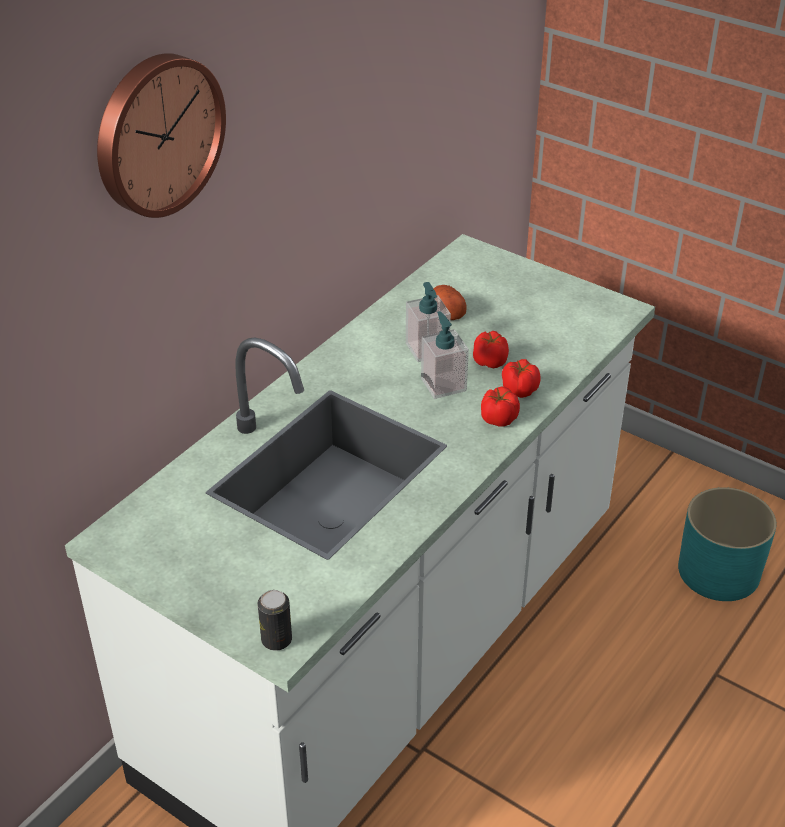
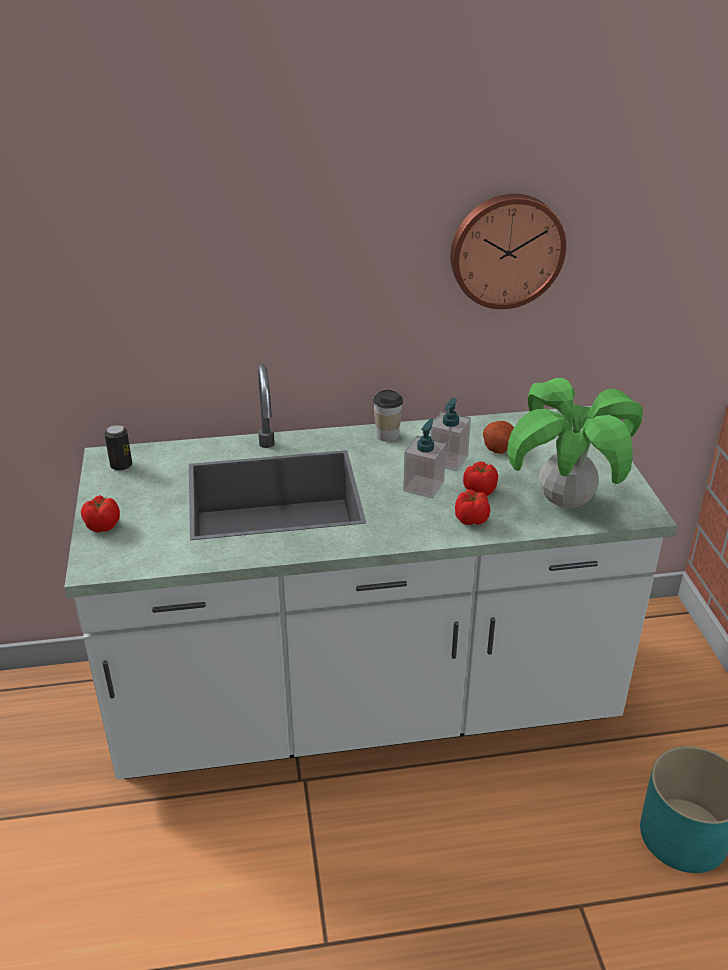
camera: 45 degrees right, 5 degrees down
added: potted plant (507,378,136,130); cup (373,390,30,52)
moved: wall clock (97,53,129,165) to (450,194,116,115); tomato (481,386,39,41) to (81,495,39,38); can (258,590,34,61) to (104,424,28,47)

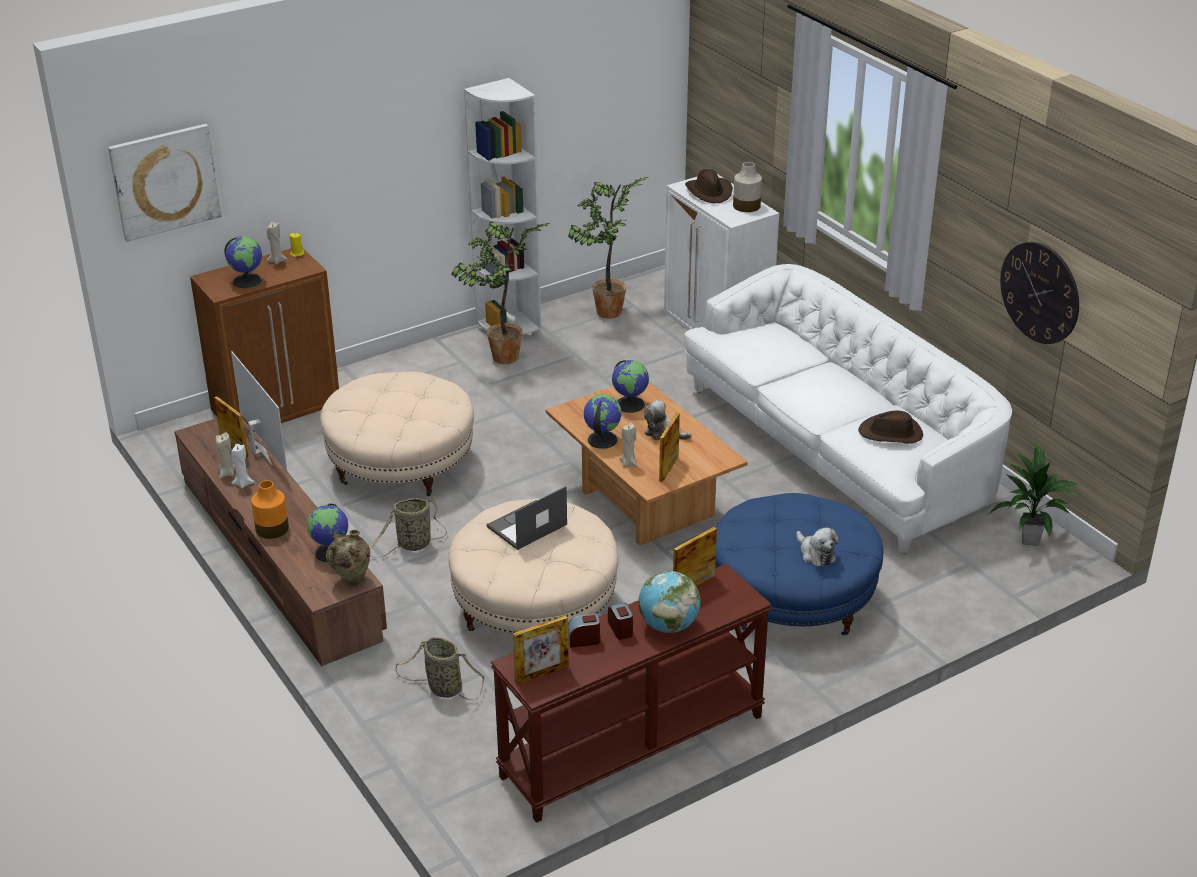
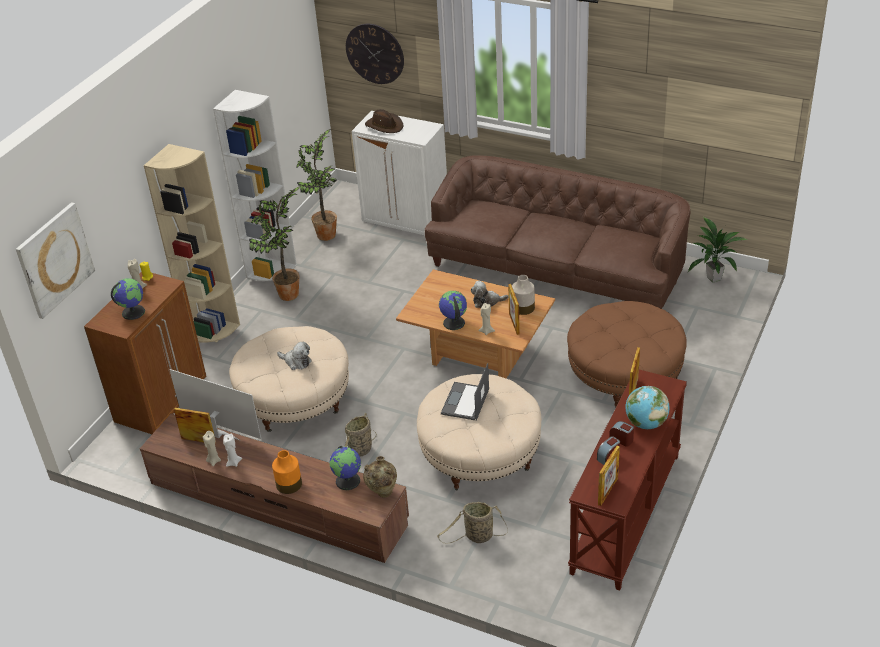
camera: 30 degrees left, 5 degrees up
removed: globe (612,360,37,53); brown hat (858,411,65,33)
added: beige bookcase (144,144,96,199)
moved: beige vase (733,162,29,50) to (512,275,23,40); wall clock (1000,242,79,102) to (346,24,58,60); plush toy (796,528,43,39) to (277,342,35,28)
recoloured: white sofa (685,264,327,290) to brown sofa (425,155,266,154); blue ottoman (715,493,168,142) to brown ottoman (567,301,120,107)

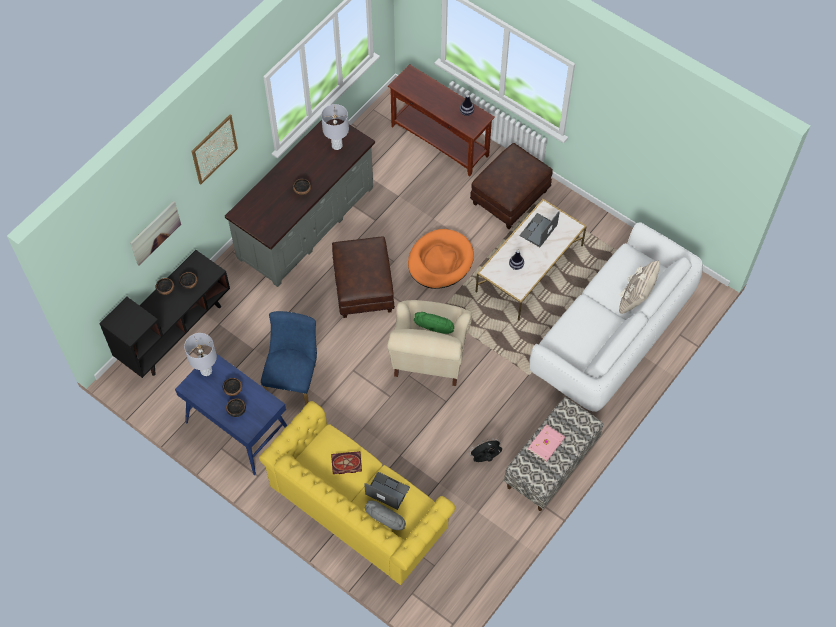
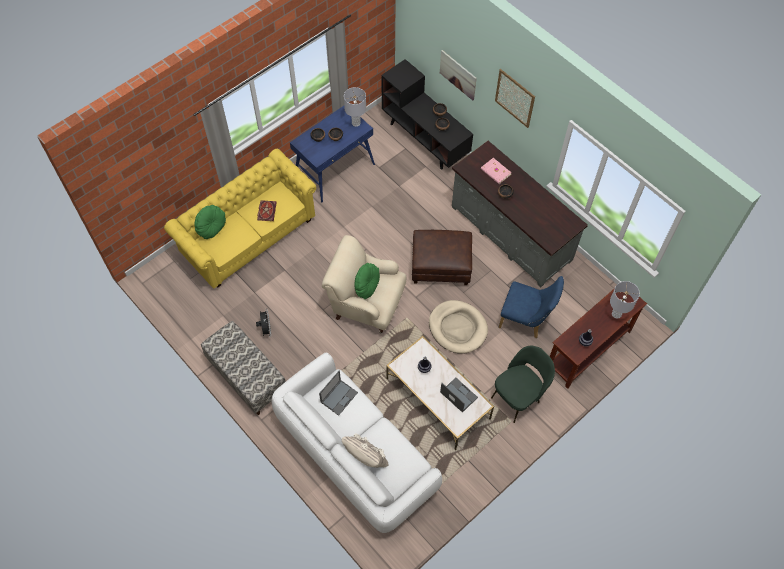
camera: 100 degrees right, 0 degrees up
moved: grey table lamp (321,104,28,46) to (610,281,30,38); blue chair (261,311,56,94) to (498,276,66,62); pink book (528,424,37,38) to (481,158,30,26); laptop (364,472,46,38) to (319,371,39,45)
replaced: brown ottoman (470,143,83,86) to green chair (491,346,64,77)
recoloured: orange dog bed (408,229,66,60) to beige dog bed (429,300,59,54); grey pillow (365,500,41,30) to green pillow (194,205,32,34)

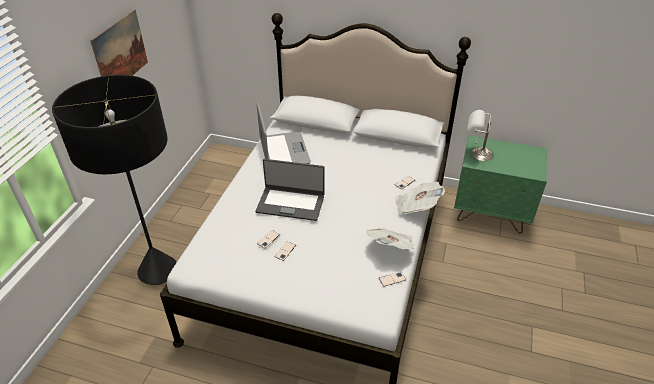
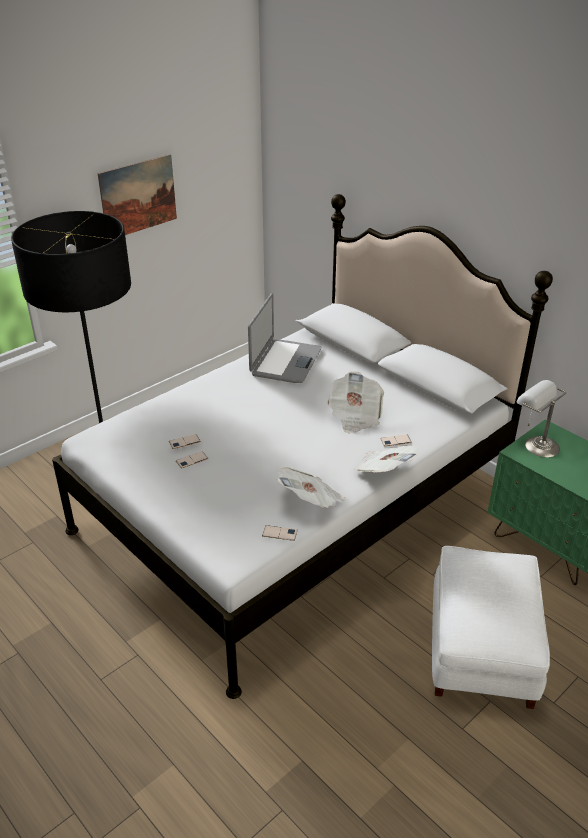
camera: 30 degrees right, 5 degrees down
removed: laptop (256,159,69,62)
added: newspaper (327,372,57,62); white ottoman (432,546,118,163)

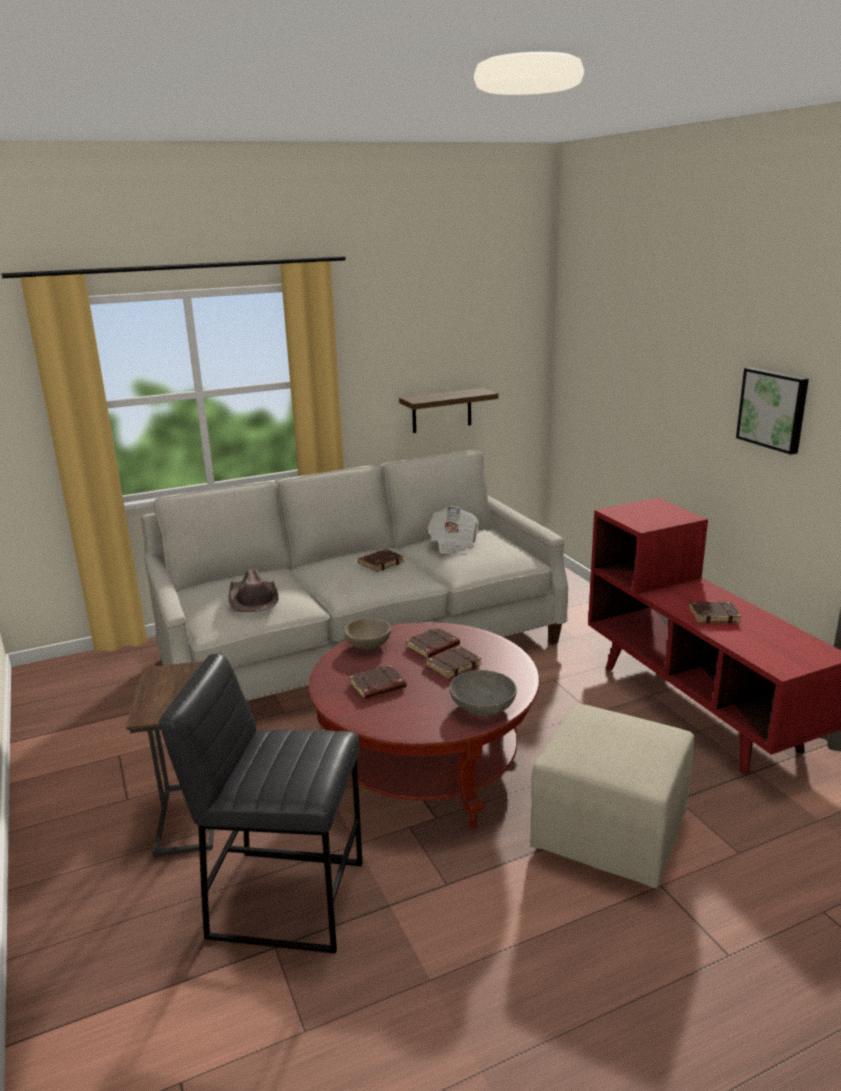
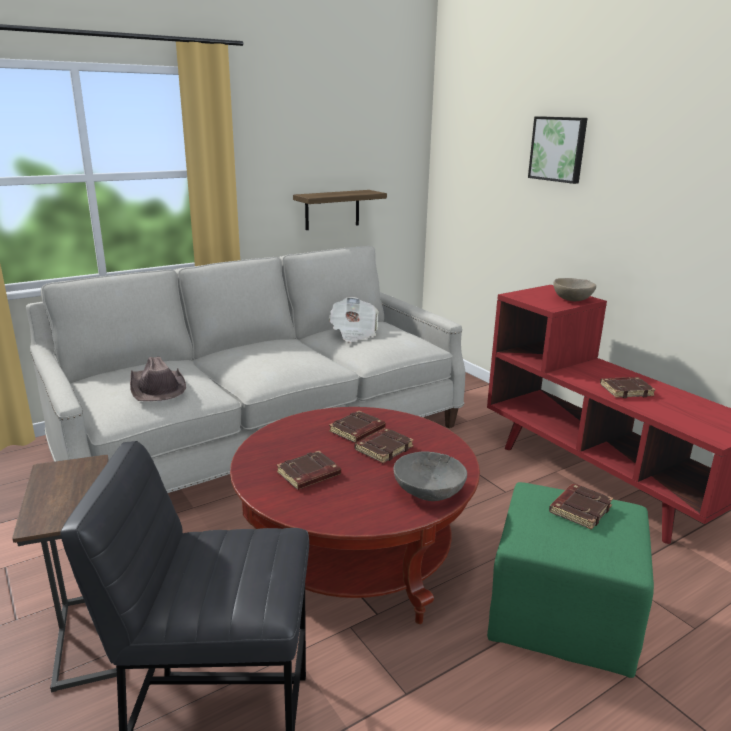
camera: 10 degrees left, 0 degrees up
moved: picture (736,367,73,88) to (528,116,59,68); brown book (358,549,46,23) to (549,484,64,46); beige bowl (344,618,47,32) to (553,278,43,23)
recoloured: beige ottoman (530,703,164,185) to green ottoman (487,482,167,196)

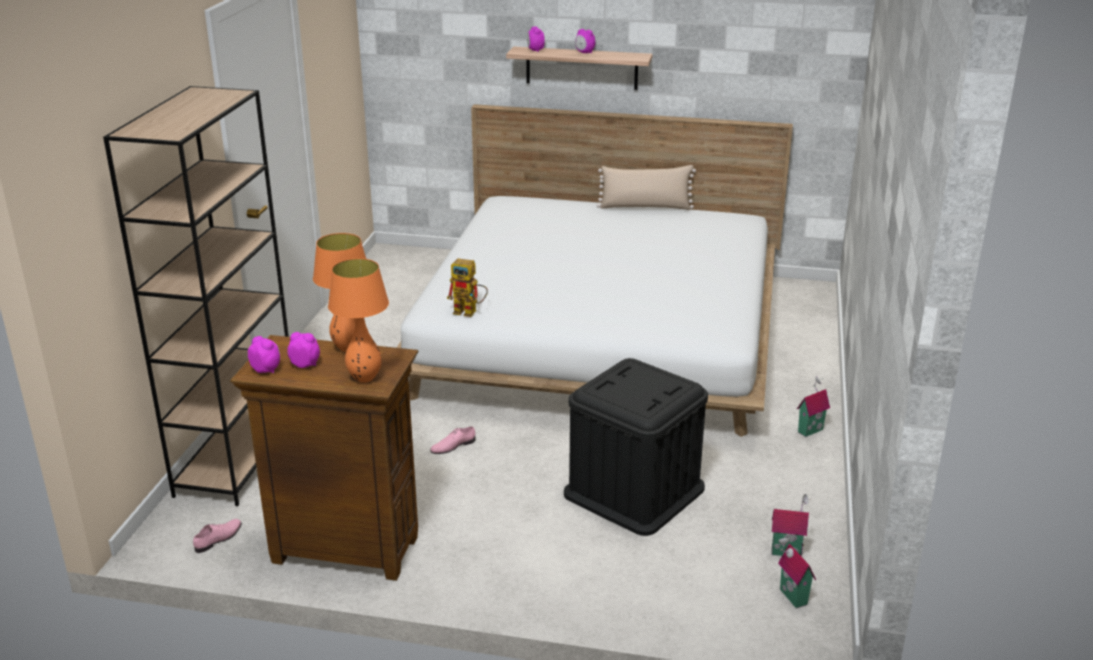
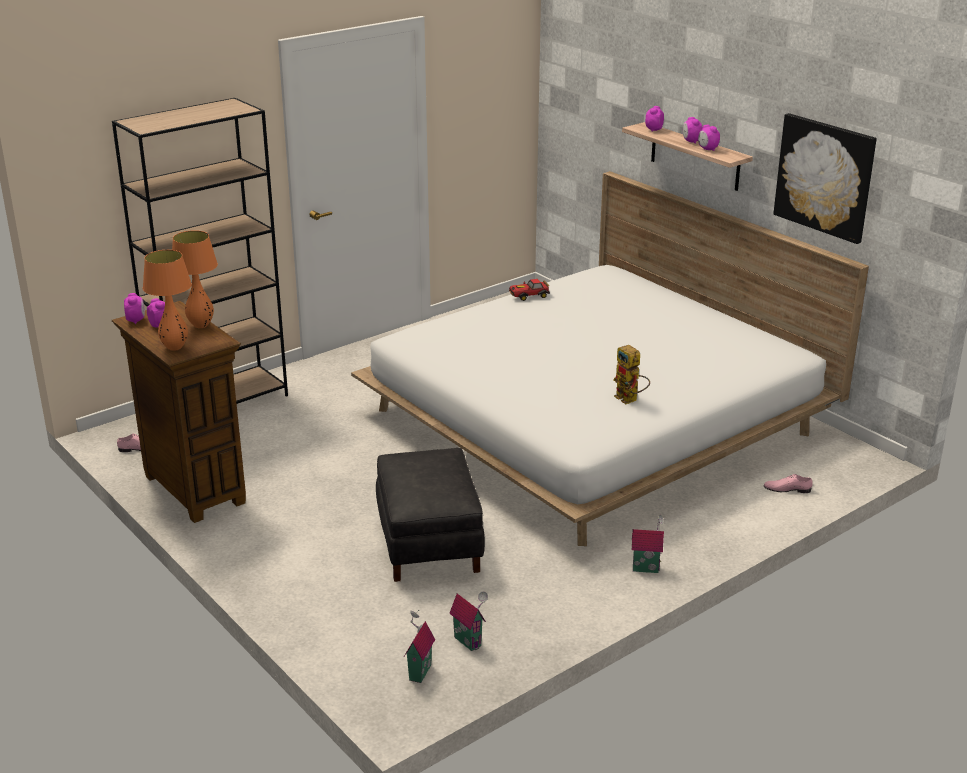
camera: 40 degrees right, 0 degrees up
removed: beige pillow (597,165,99,45)
added: picture (774,113,103,131); alarm clock (698,124,22,27); toy car (509,279,41,22)
moved: toy robot (447,258,41,59) to (613,345,37,59); pink shoe (430,426,45,28) to (764,474,49,19)
replaced: black storage box (564,358,144,178) to black ottoman (376,448,109,134)

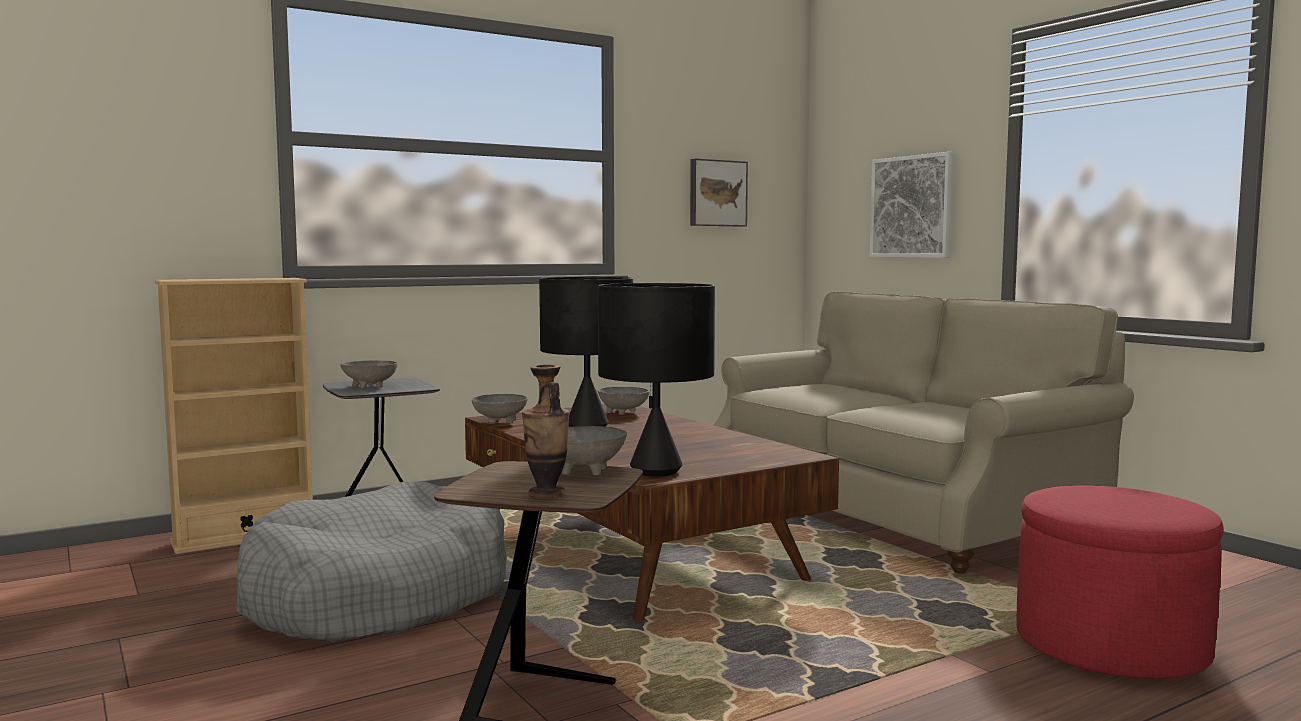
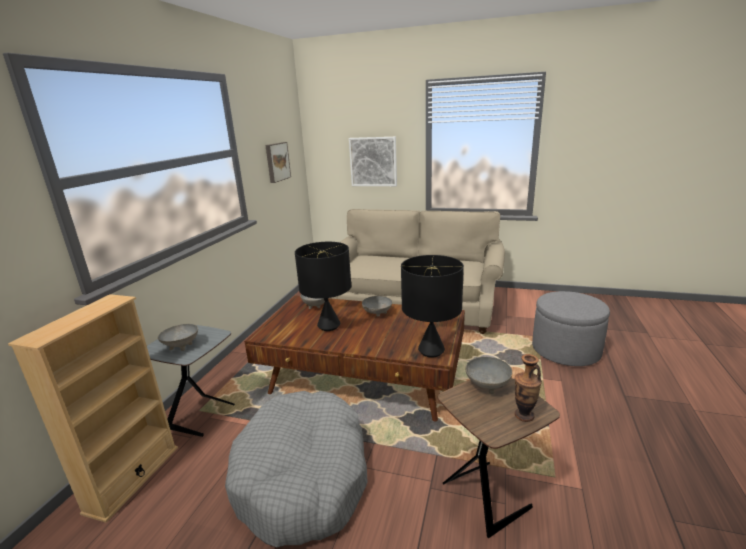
camera: 40 degrees left, 15 degrees up
moved: grey bowl (472,394,56,29) to (362,296,30,21)
recoloured: red ottoman (1016,486,208,193) to grey ottoman (532,291,78,75)

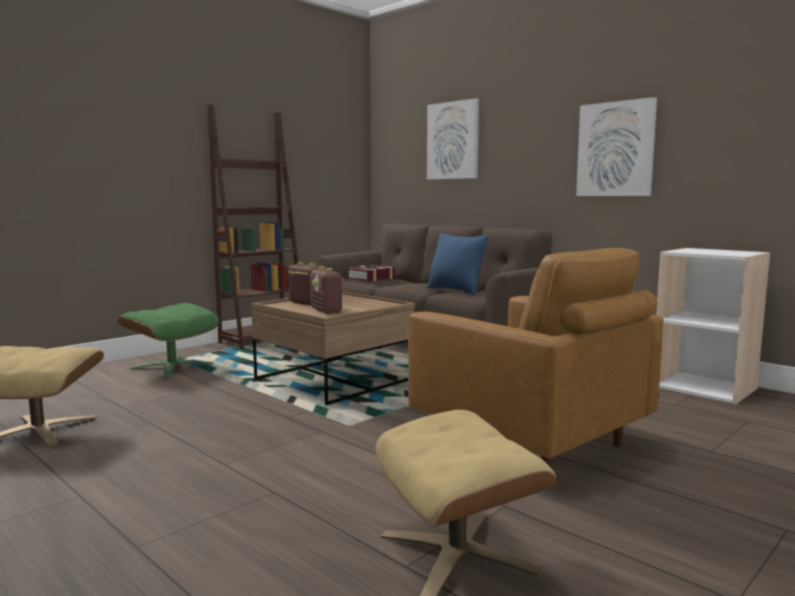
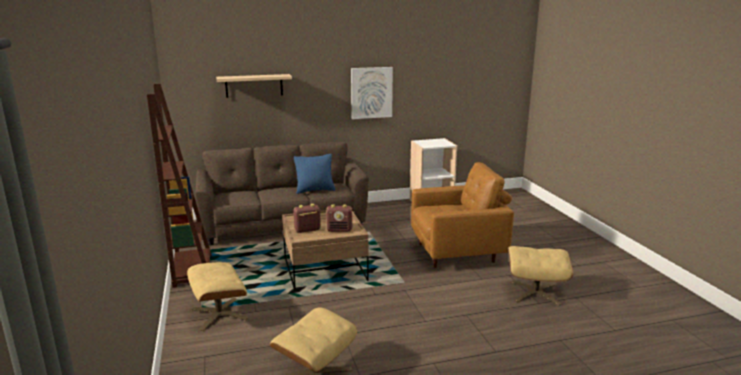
camera: 60 degrees left, 10 degrees up
removed: book (345,265,51,16)
replaced: picture (427,98,52,82) to shelf (216,74,76,24)
recoloured: green ottoman (118,303,101,74) to beige ottoman (187,262,61,69)

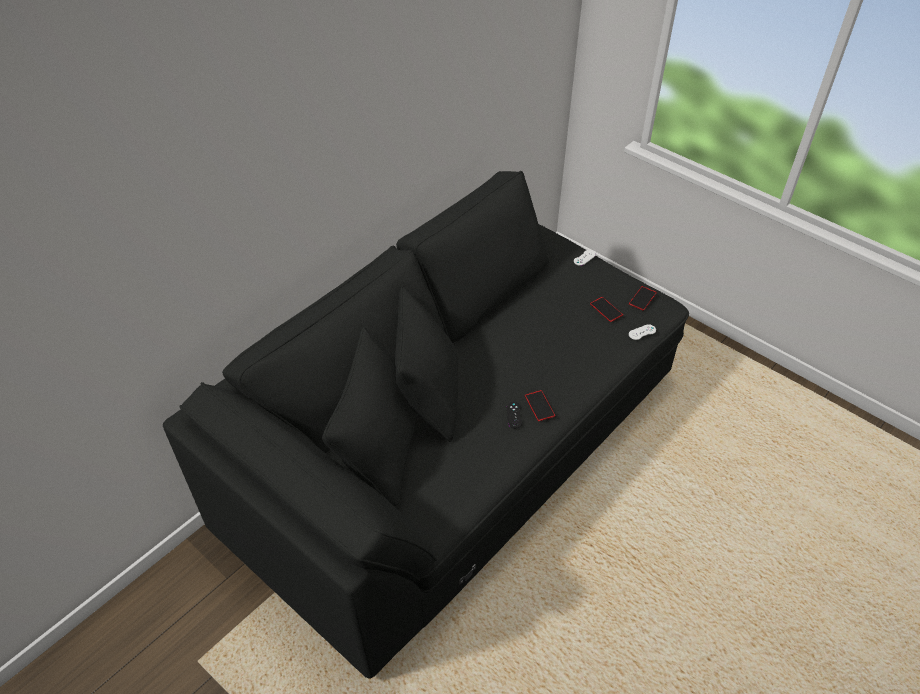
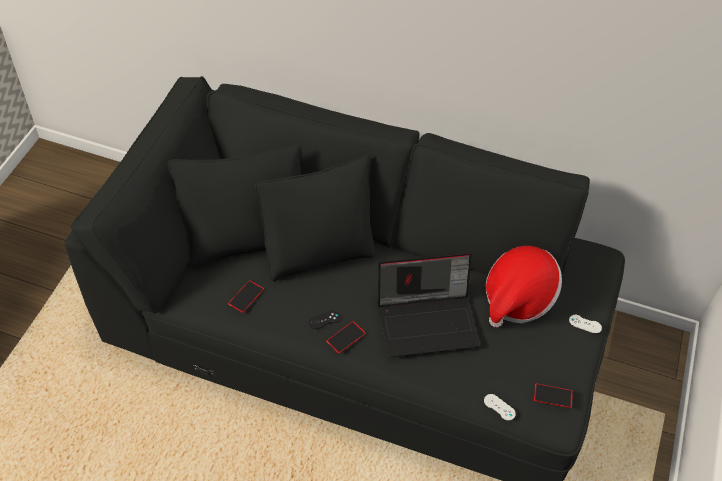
camera: 65 degrees right, 5 degrees up
added: hat (486,246,76,81); laptop (378,253,102,104)
moved: phone (590,297,33,25) to (228,280,36,33)

